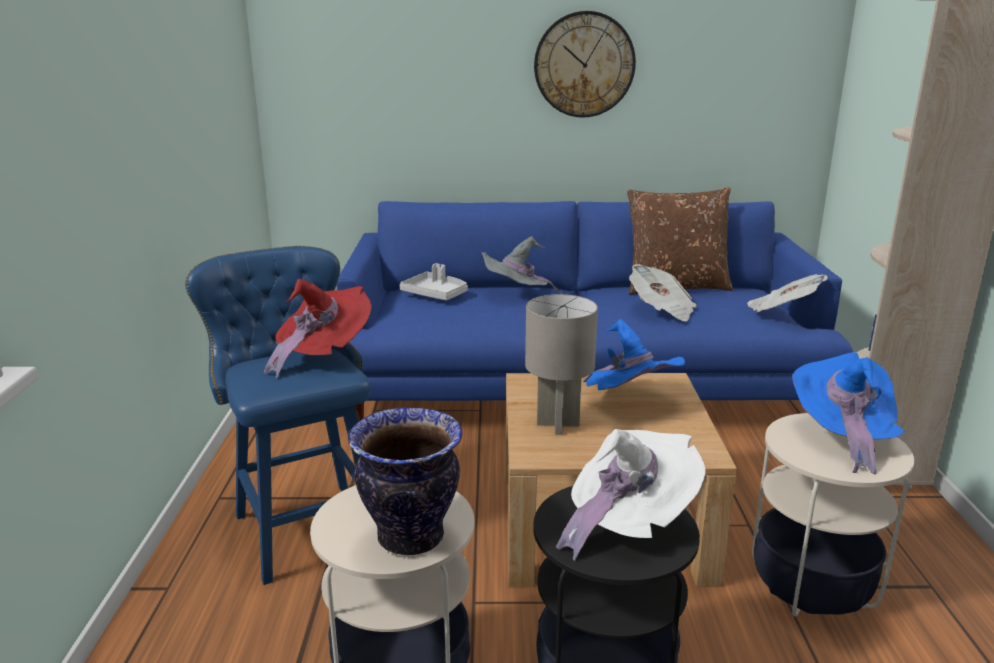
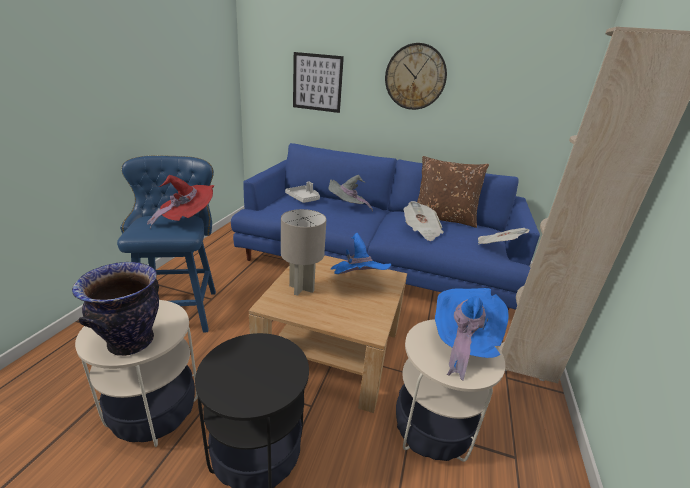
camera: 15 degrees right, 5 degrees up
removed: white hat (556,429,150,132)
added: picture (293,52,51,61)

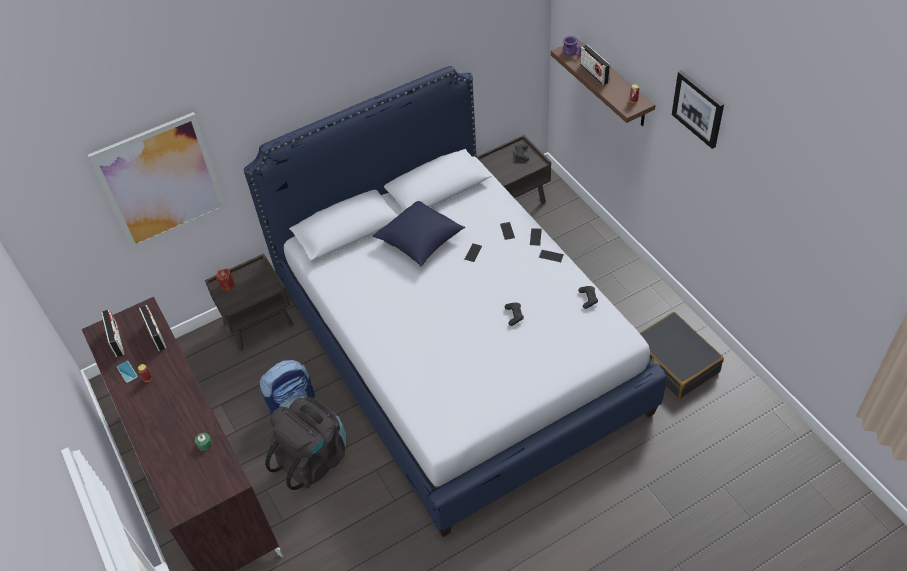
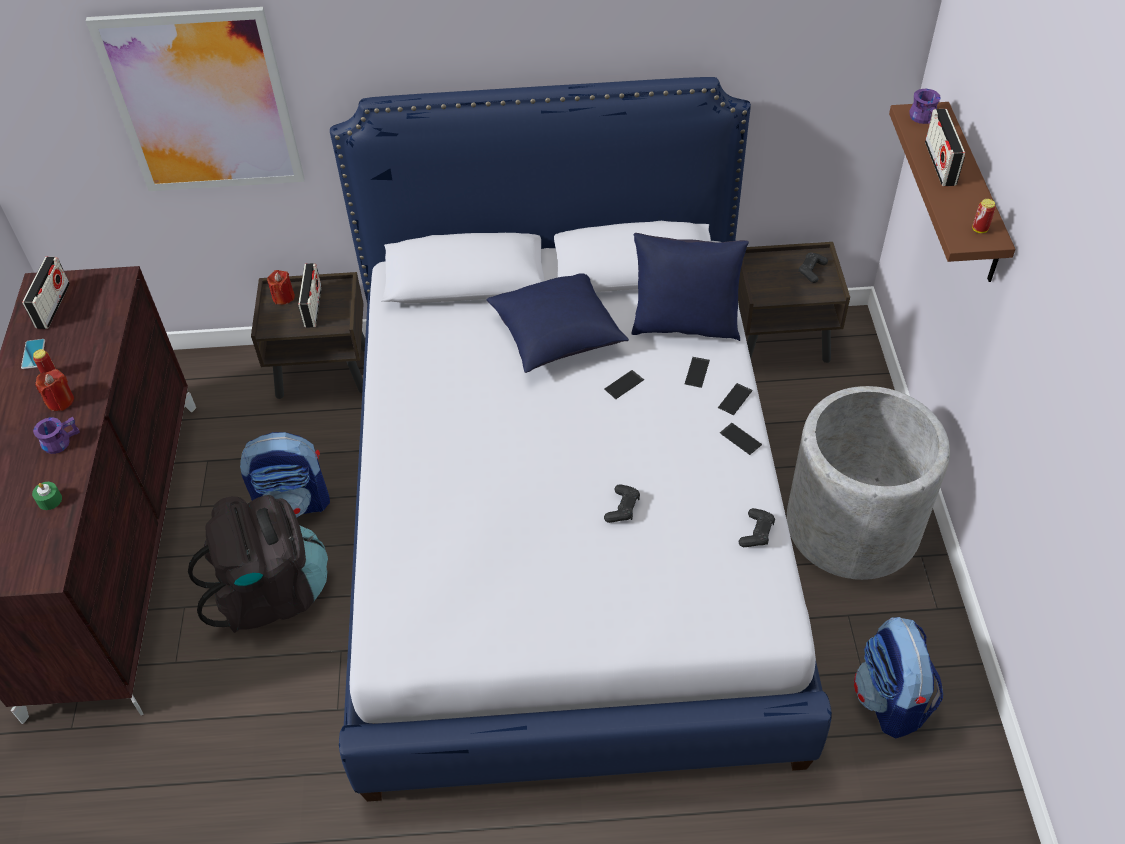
camera: 25 degrees right, 0 degrees up
removed: picture (672,70,52,79)
added: blue pillow (631,233,118,108); red candle (35,369,39,42); grey planter (787,386,163,194); purple mug (33,417,47,37)
moved: radio (139,305,28,46) to (298,263,24,65)
replaced: black suitcase (640,312,84,87) to backpack (854,617,89,121)

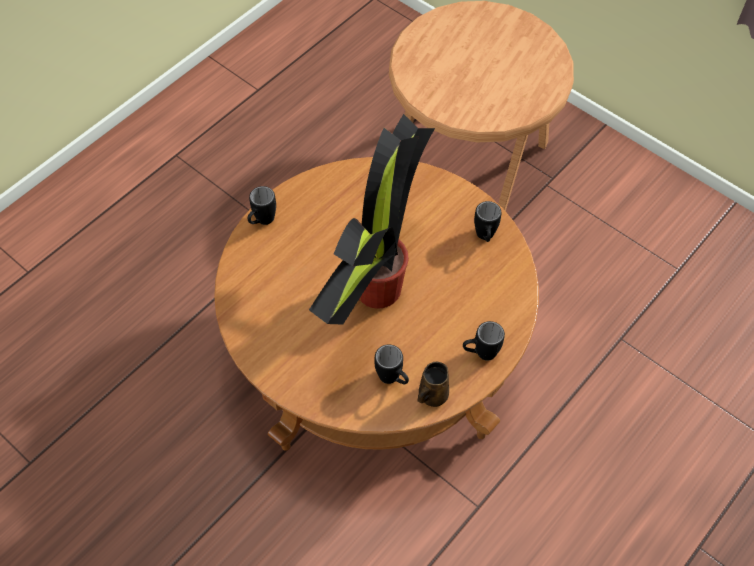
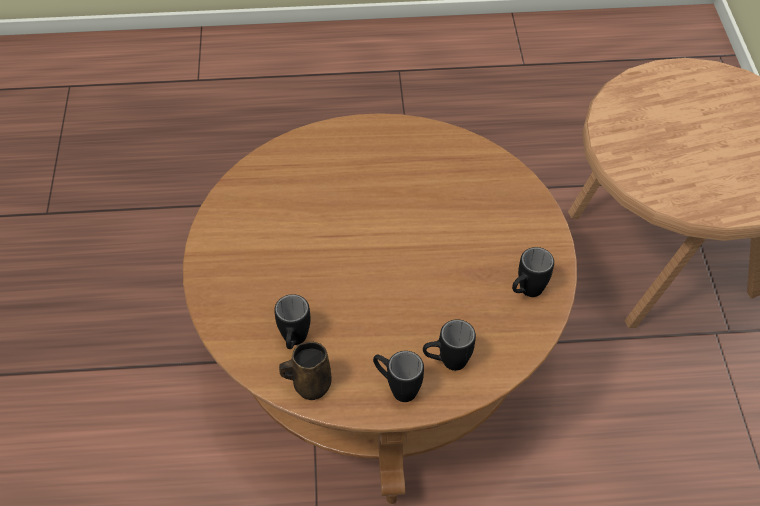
camera: 45 degrees right, 5 degrees down
removed: potted plant (309,114,126,210)
moved: black mug (248,186,28,39) to (423,320,53,51)

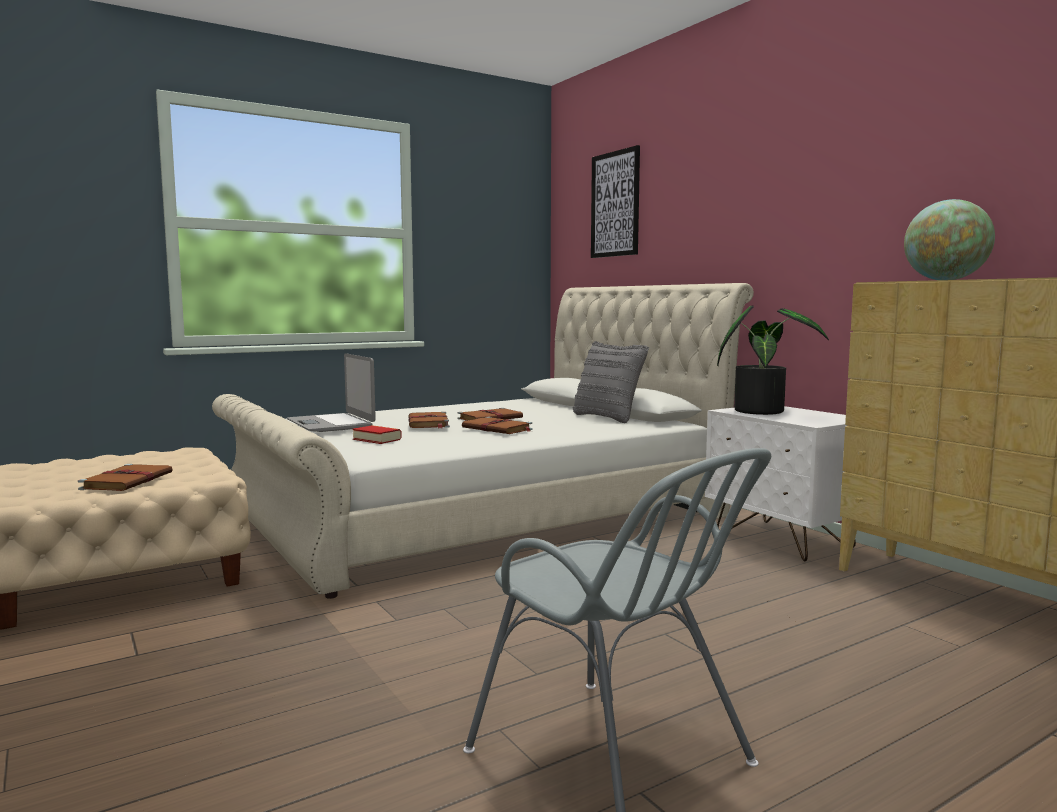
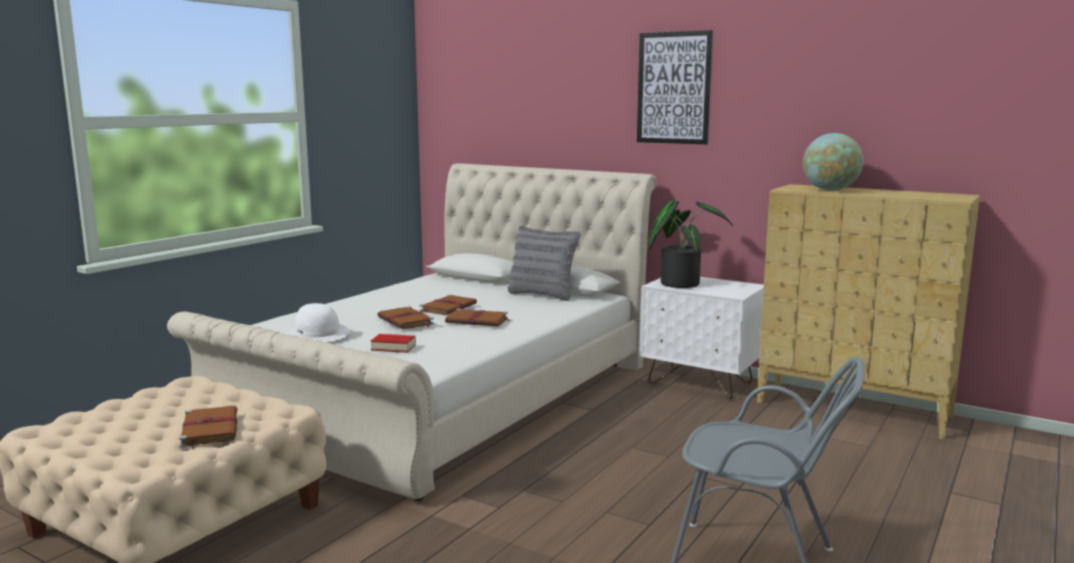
camera: 25 degrees left, 5 degrees up
moved: picture (591,145,49,113) to (637,30,76,114)
replaced: laptop (287,353,89,79) to white hat (285,303,65,39)

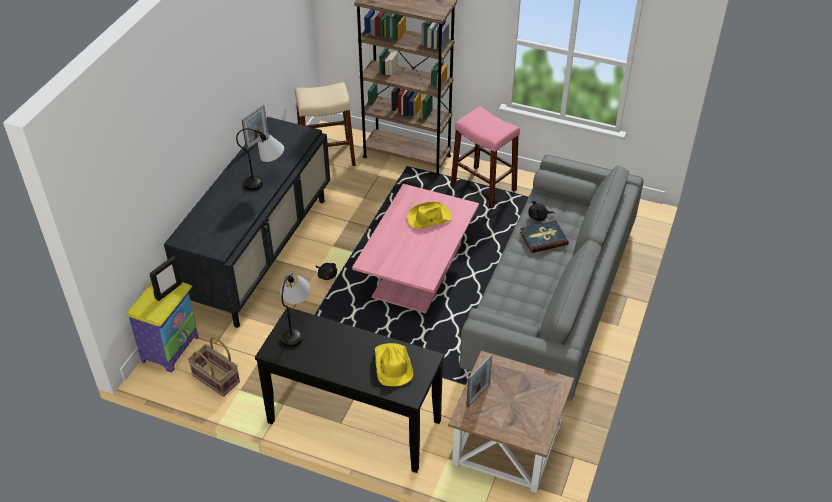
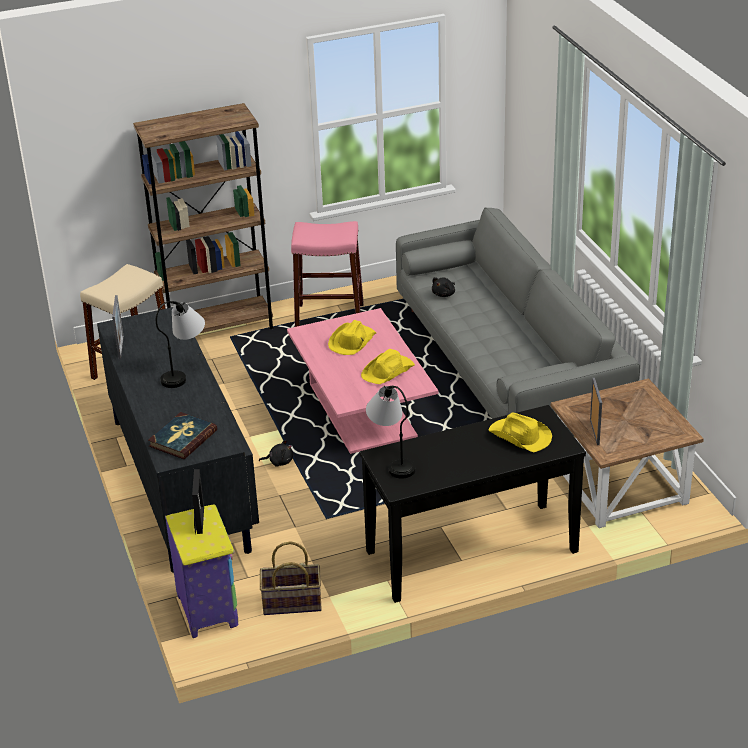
camera: 40 degrees left, 10 degrees down
added: yellow hat (361,349,54,35)
moved: book (520,220,49,33) to (148,412,69,47)

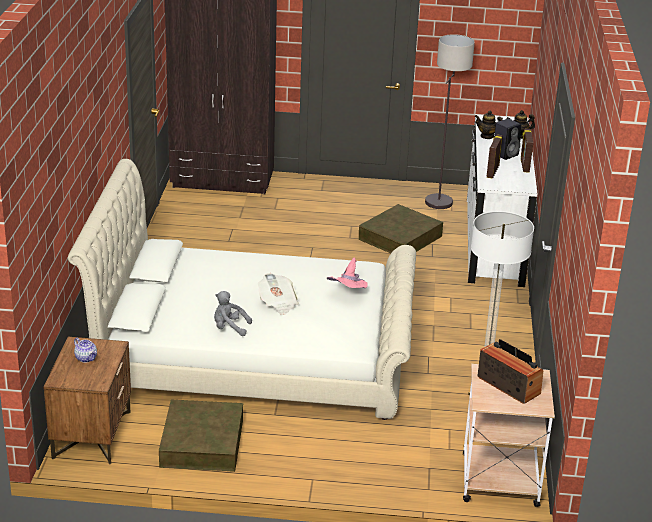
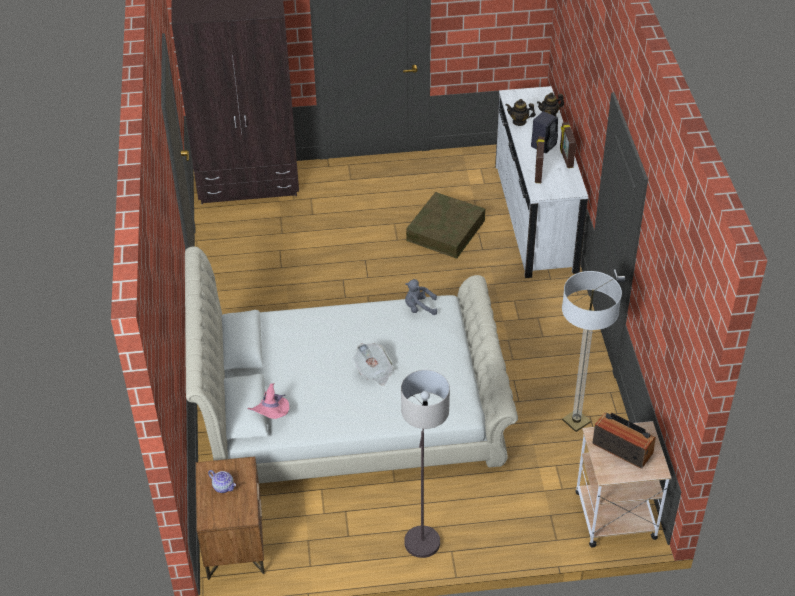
camera: 10 degrees left, 15 degrees up
removed: brown storage box (159,400,84,72)
moved: grey floor lamp (425,34,50,175) to (401,370,49,188); pink hat (327,258,41,30) to (247,383,42,36); grey plush toy (214,291,38,45) to (405,279,32,36)

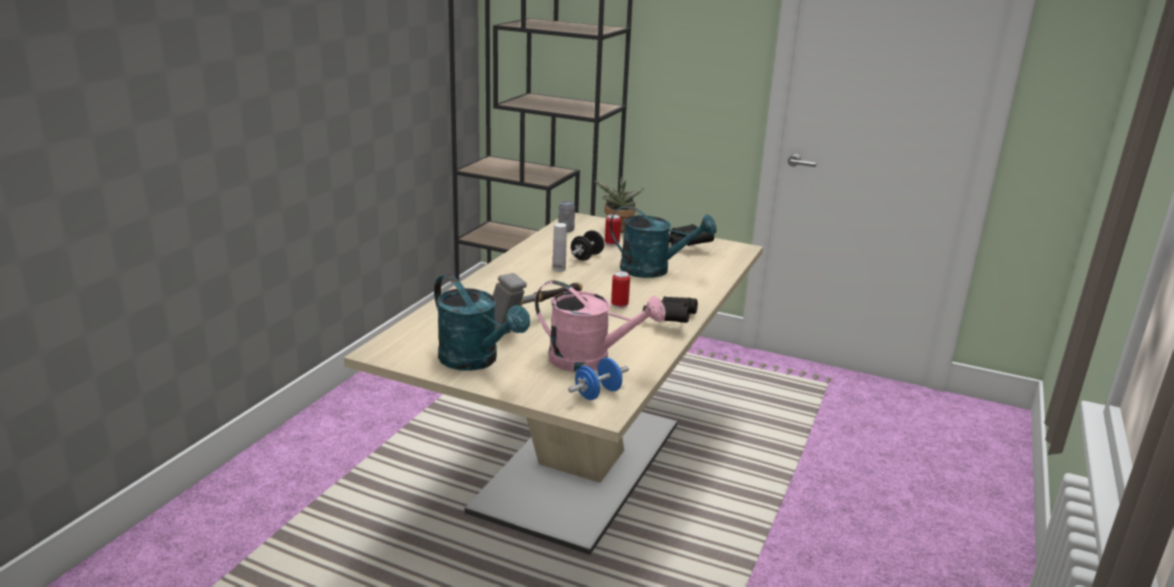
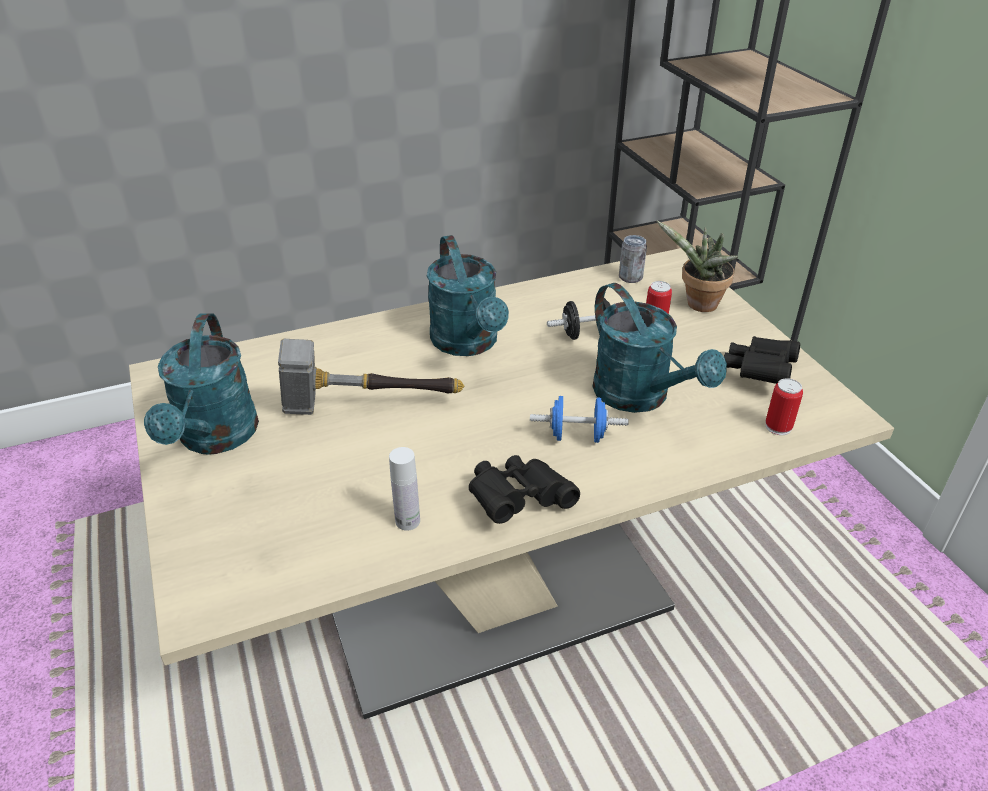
camera: 45 degrees right, 15 degrees up
removed: pink watering can (535,280,130,92)
added: turquoise watering can (427,235,82,121)
moved: white bottle (553,223,14,49) to (389,447,31,84); can (611,271,19,38) to (765,378,38,57); blue dumbbell (568,358,61,42) to (530,396,99,47)

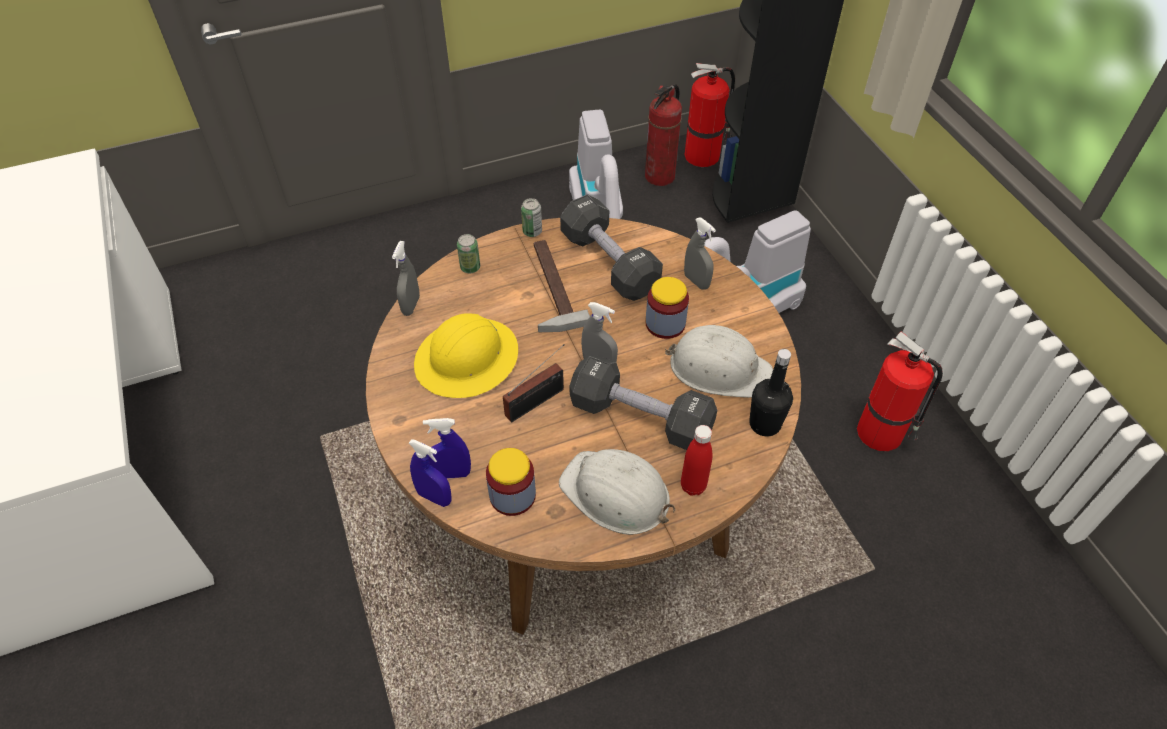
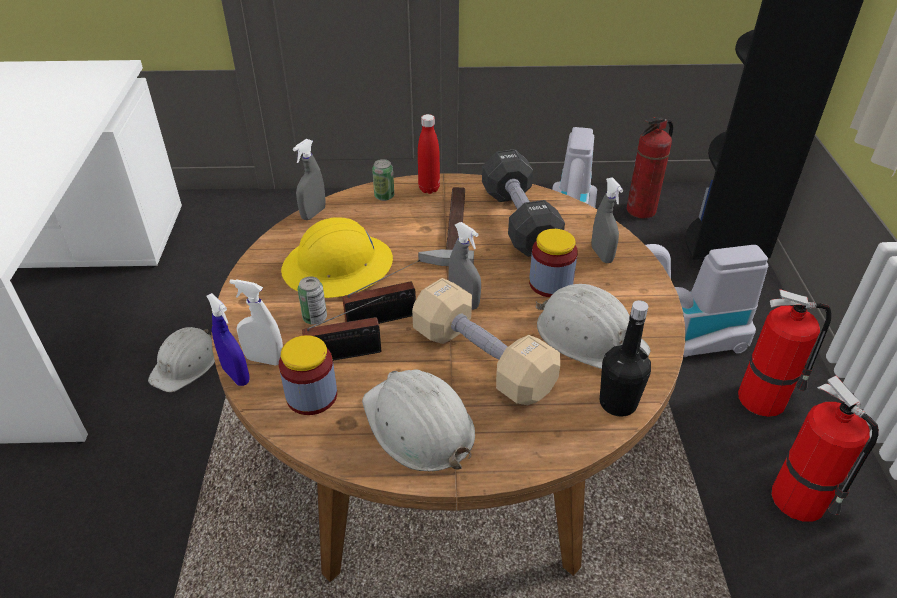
camera: 20 degrees right, 10 degrees down
added: radio (302,296,83,65); white hard hat (148,327,67,65)
moved: fire extinguisher (685,63,50,104) to (738,289,94,128); can (521,198,21,39) to (298,277,29,48); red bottle (681,425,31,71) to (418,114,22,80)
recoloured: black dumbbell (570,355,147,95) to beige dumbbell (412,278,148,127); blue spray bottle (423,418,48,61) to white spray bottle (230,279,53,87)

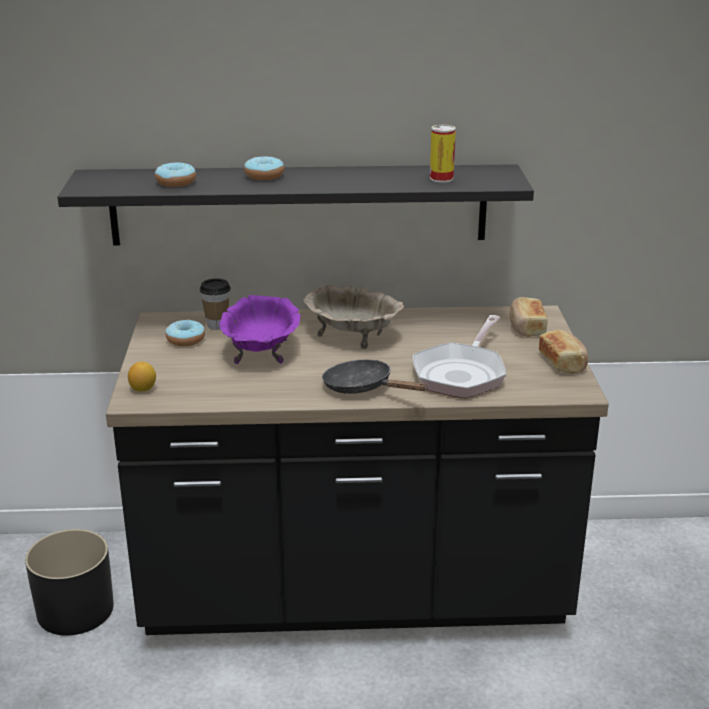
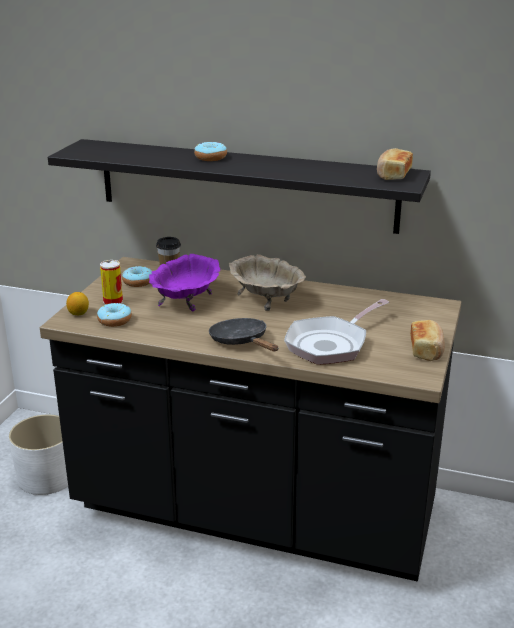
camera: 20 degrees right, 0 degrees up
moved: can (430,125,26,58) to (100,260,23,45); donut (155,162,41,25) to (97,303,35,24); bread (510,297,38,40) to (377,148,36,32)
recoloured: black planter (25,529,89,106) to white planter (9,415,59,80)

